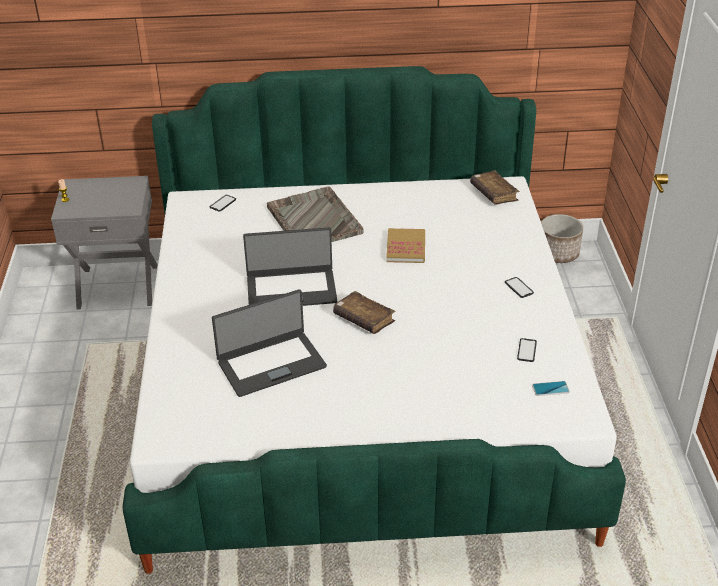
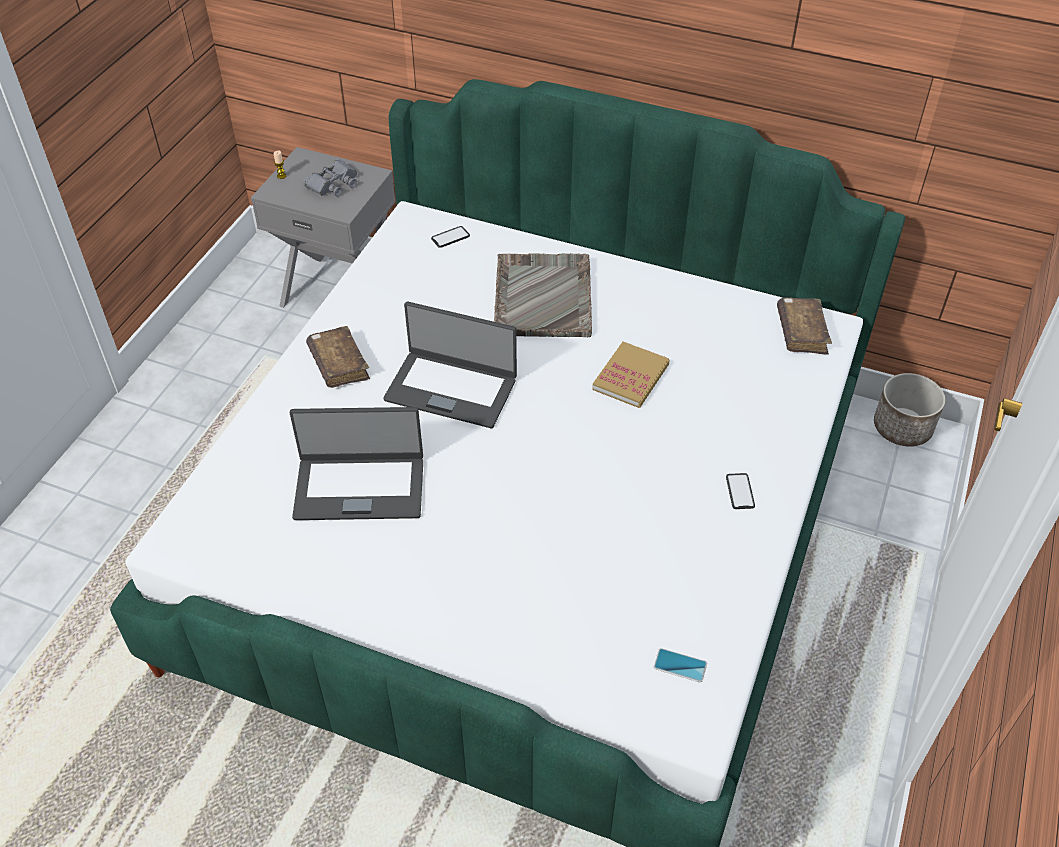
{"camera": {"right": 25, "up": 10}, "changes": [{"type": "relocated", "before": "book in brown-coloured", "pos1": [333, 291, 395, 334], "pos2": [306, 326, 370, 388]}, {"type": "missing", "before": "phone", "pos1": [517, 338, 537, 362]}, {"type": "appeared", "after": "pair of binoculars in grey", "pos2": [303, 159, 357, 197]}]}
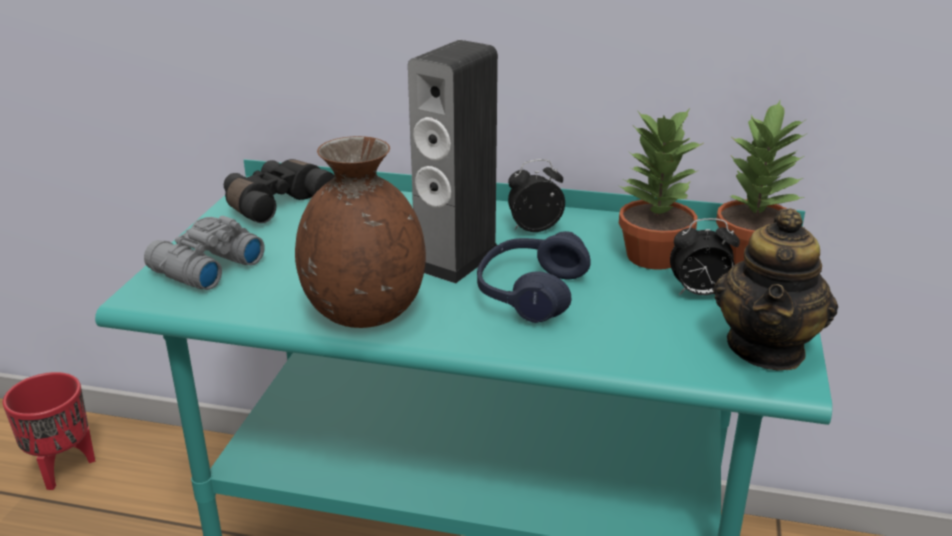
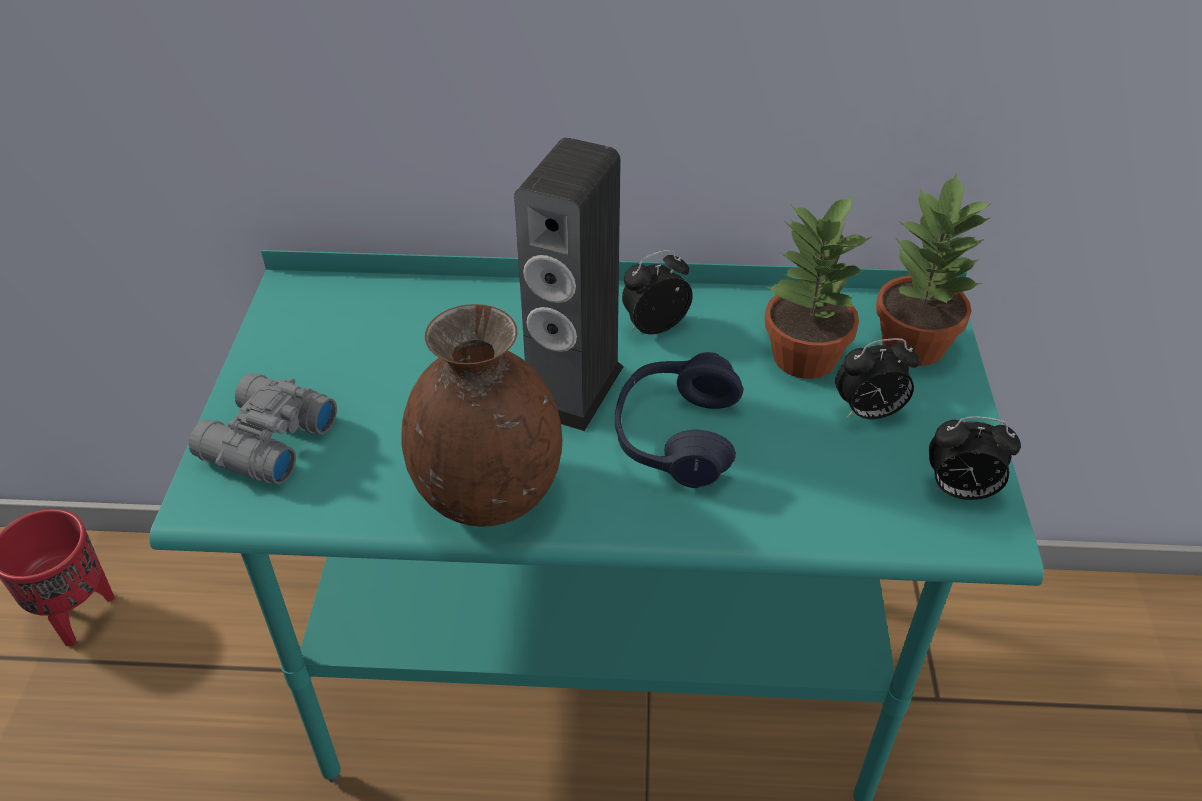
{"camera": {"right": -10, "up": 15}, "changes": [{"type": "missing", "before": "pair of binoculars in black", "pos1": [224, 159, 334, 224]}, {"type": "exchanged", "before": "pot for tea", "after": "alarm clock", "pos1": [714, 208, 838, 370], "pos2": [929, 416, 1021, 500]}]}
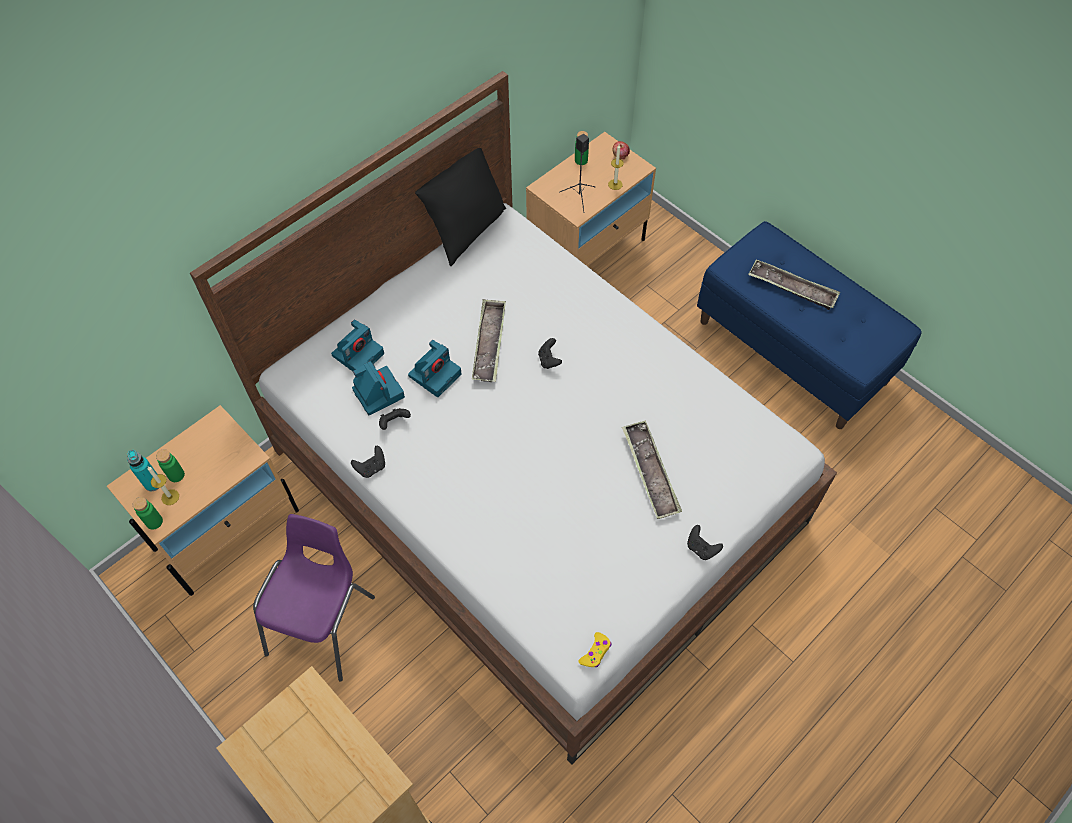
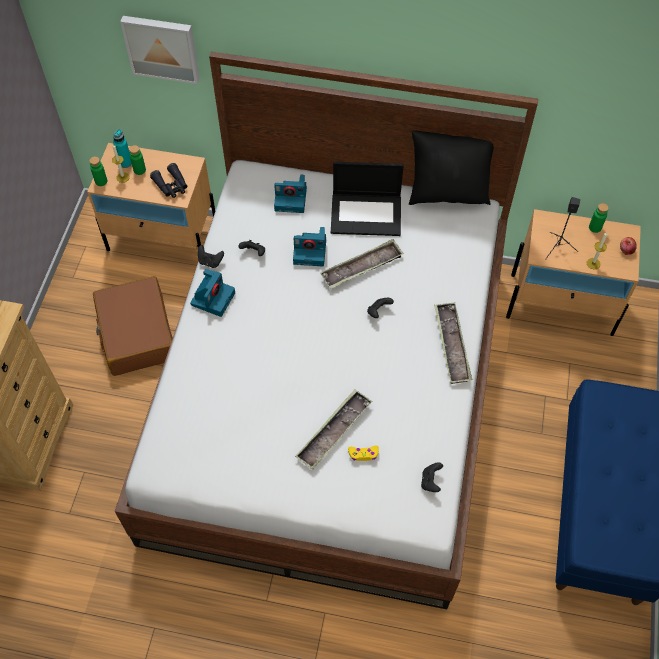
{"camera": {"right": 55, "up": 0}, "changes": [{"type": "exchanged", "before": "plain chair in purple", "after": "piece of luggage in brown-coloured", "pos1": [253, 514, 375, 681], "pos2": [93, 277, 173, 376]}, {"type": "relocated", "before": "photo camera", "pos1": [352, 361, 405, 415], "pos2": [190, 269, 235, 317]}, {"type": "relocated", "before": "gamepad in yellow-coloured", "pos1": [578, 632, 612, 667], "pos2": [348, 445, 379, 461]}, {"type": "relocated", "before": "gamepad in black", "pos1": [687, 525, 723, 560], "pos2": [421, 462, 443, 492]}, {"type": "relocated", "before": "serving tray", "pos1": [748, 259, 840, 310], "pos2": [434, 302, 472, 384]}, {"type": "appeared", "after": "wall art", "pos2": [120, 16, 200, 84]}, {"type": "appeared", "after": "pair of binoculars in black", "pos2": [150, 163, 187, 198]}, {"type": "appeared", "after": "notebook computer", "pos2": [331, 162, 404, 236]}]}
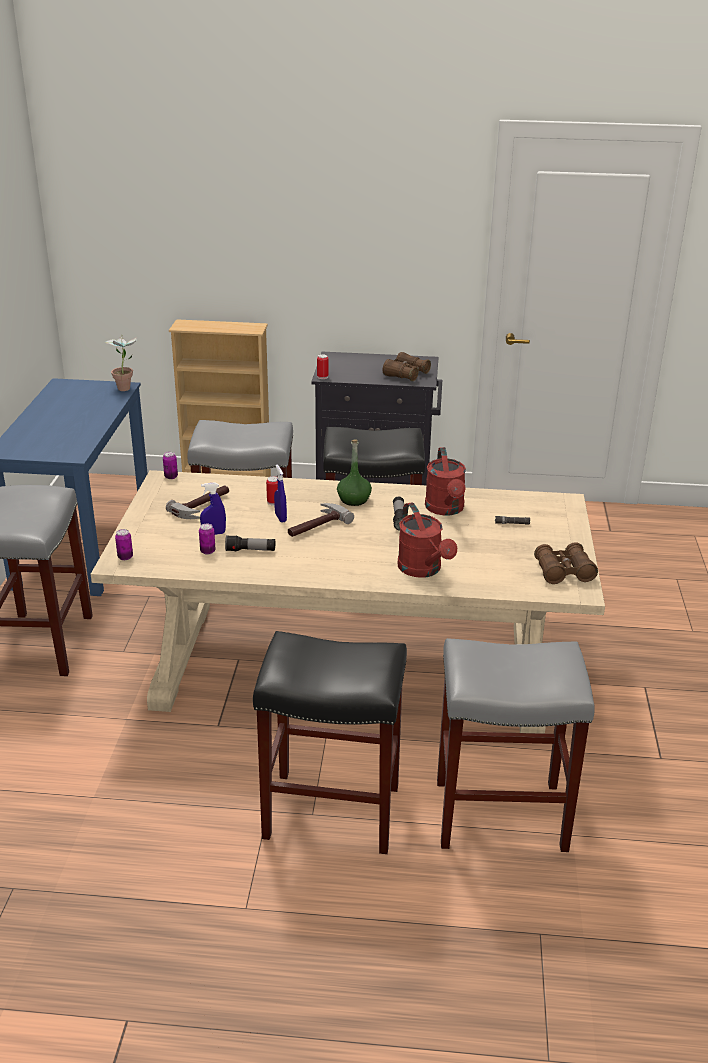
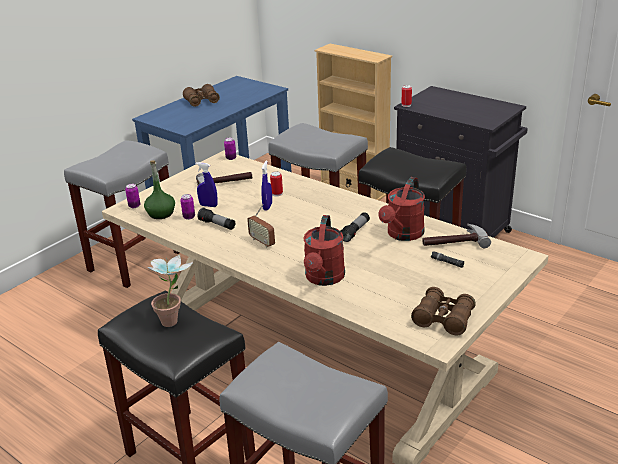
{"camera": {"right": 35, "up": 0}, "changes": [{"type": "relocated", "before": "potted plant", "pos1": [105, 334, 137, 391], "pos2": [147, 254, 193, 327]}, {"type": "relocated", "before": "hammer", "pos1": [288, 503, 354, 537], "pos2": [422, 224, 491, 248]}, {"type": "relocated", "before": "drink bottle in green", "pos1": [337, 439, 372, 506], "pos2": [144, 160, 175, 219]}, {"type": "relocated", "before": "pair of binoculars in brown-coloured", "pos1": [382, 352, 431, 381], "pos2": [183, 84, 220, 107]}, {"type": "appeared", "after": "radio receiver", "pos2": [247, 204, 275, 248]}]}
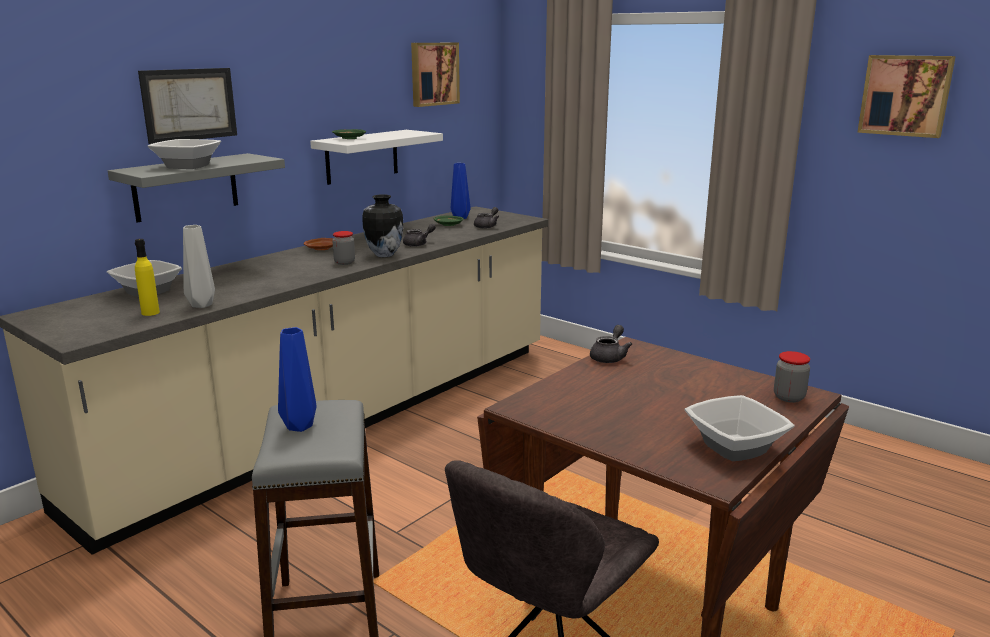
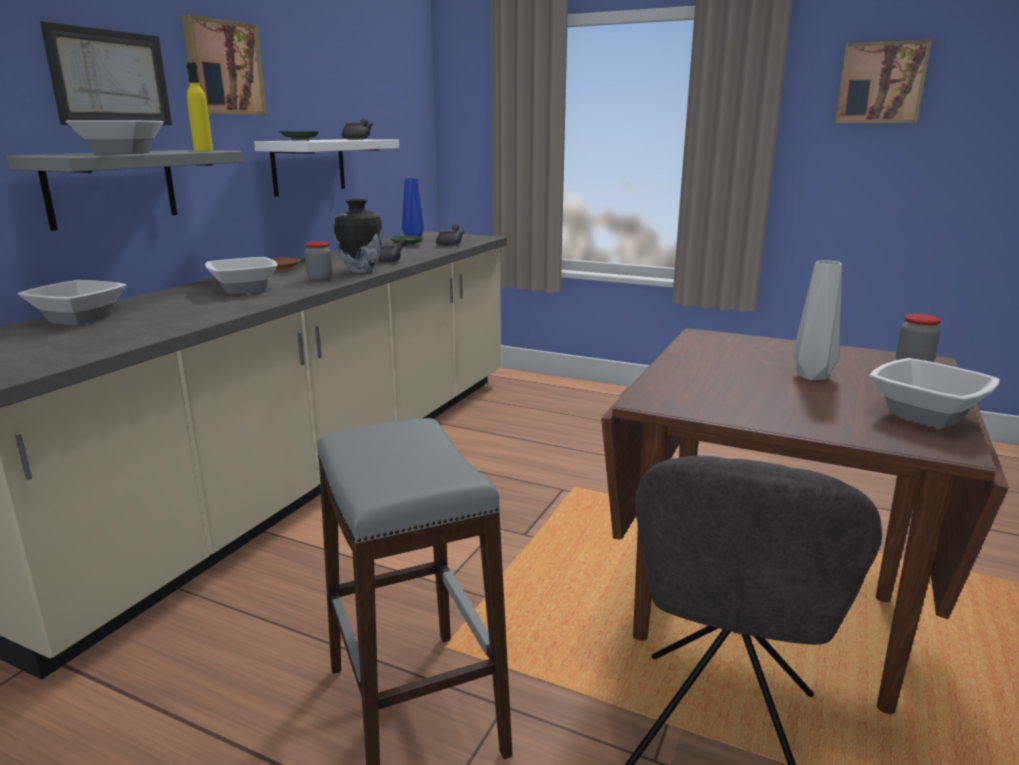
{"camera": {"right": -15, "up": 0}, "changes": [{"type": "relocated", "before": "drink bottle in yellow-coloured", "pos1": [135, 239, 160, 316], "pos2": [187, 63, 213, 151]}, {"type": "relocated", "before": "vase in grey", "pos1": [183, 225, 215, 308], "pos2": [793, 260, 842, 380]}, {"type": "missing", "before": "vase in blue-coloured", "pos1": [278, 327, 316, 432]}, {"type": "relocated", "before": "wall art", "pos1": [411, 43, 460, 107], "pos2": [182, 14, 267, 115]}, {"type": "relocated", "before": "pot for tea in grey", "pos1": [590, 325, 632, 363], "pos2": [342, 118, 373, 140]}, {"type": "appeared", "after": "bowl", "pos2": [205, 257, 277, 294]}]}
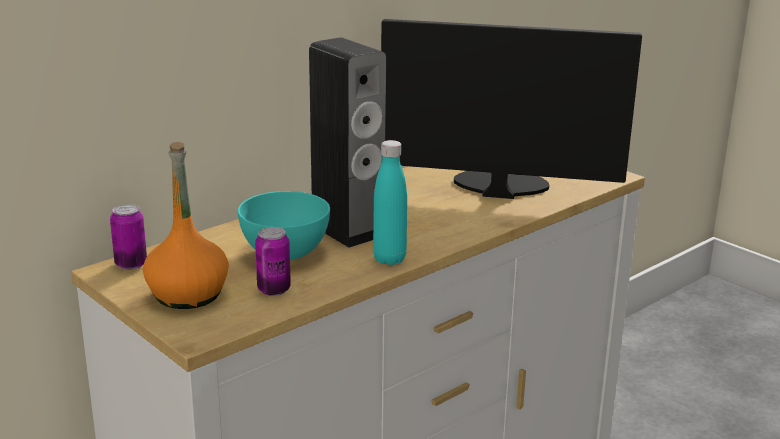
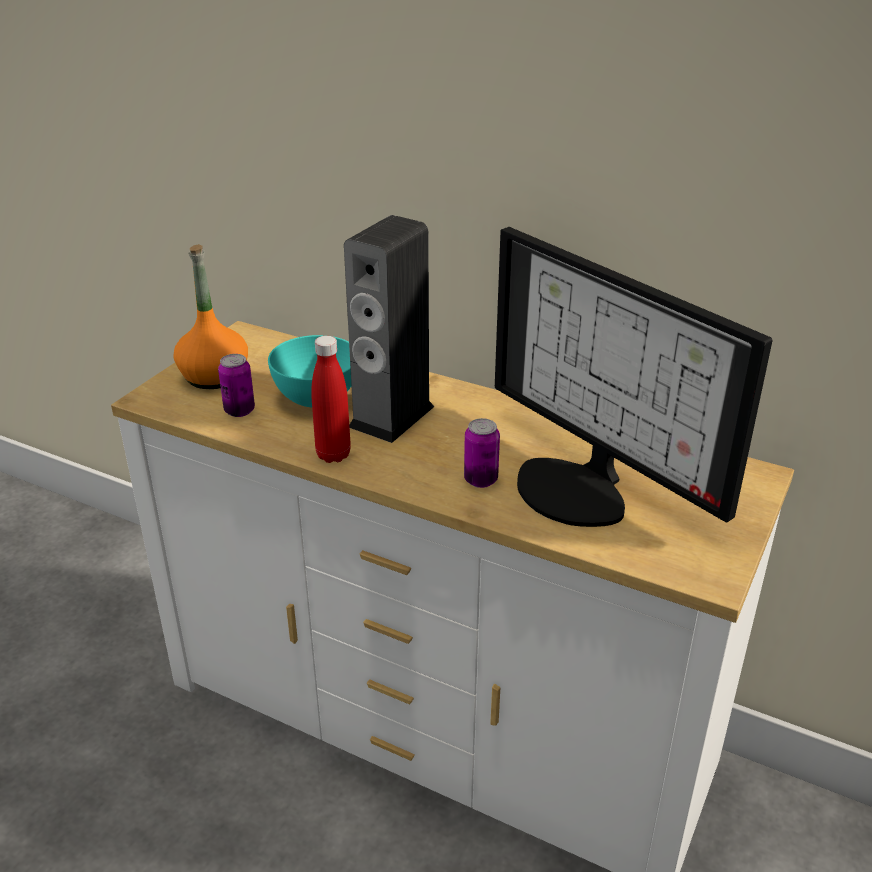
{"camera": {"right": 70, "up": 10}, "changes": [{"type": "relocated", "before": "sealed can", "pos1": [110, 204, 147, 270], "pos2": [464, 418, 500, 488]}, {"type": "colour", "before": "drink bottle in turquoise", "after": "drink bottle in reddish", "pos1": [373, 140, 407, 265], "pos2": [311, 336, 351, 463]}, {"type": "spun", "before": "computer display", "pos1": [381, 19, 642, 199], "pos2": [495, 227, 772, 527], "turn": 150}]}
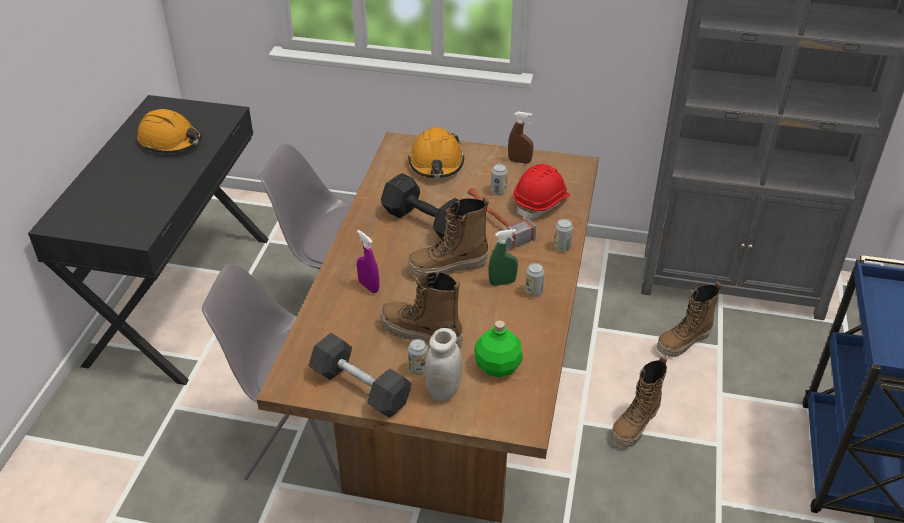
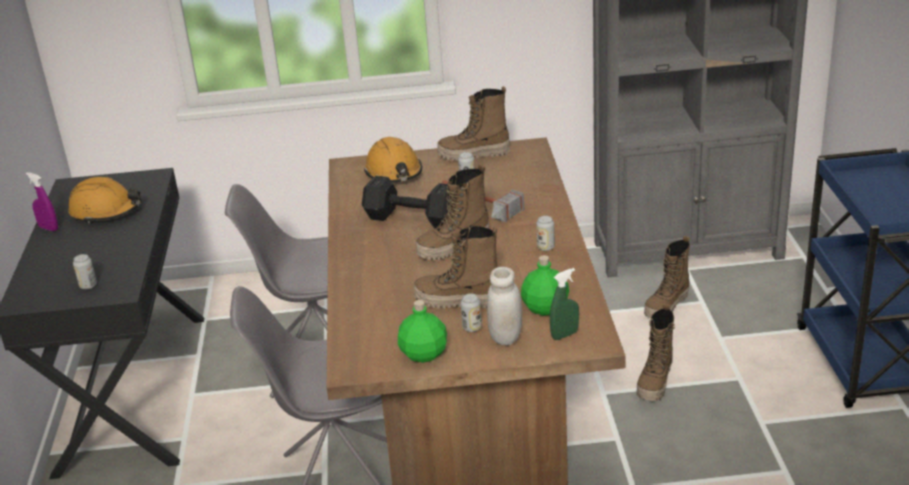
{"camera": {"right": -15, "up": -10}, "changes": [{"type": "exchanged", "before": "dumbbell in grey", "after": "drink bottle in green", "pos1": [308, 333, 412, 418], "pos2": [398, 300, 447, 363]}, {"type": "relocated", "before": "sprayer in purple", "pos1": [357, 230, 379, 293], "pos2": [26, 173, 58, 231]}, {"type": "relocated", "before": "sprayer in green", "pos1": [489, 229, 518, 286], "pos2": [550, 268, 579, 340]}, {"type": "exchanged", "before": "sprayer in brown-coloured", "after": "boot", "pos1": [508, 112, 533, 164], "pos2": [437, 86, 510, 161]}, {"type": "missing", "before": "safety helmet in reddish", "pos1": [513, 164, 570, 220]}, {"type": "relocated", "before": "sealed can", "pos1": [554, 219, 573, 251], "pos2": [73, 254, 97, 289]}]}
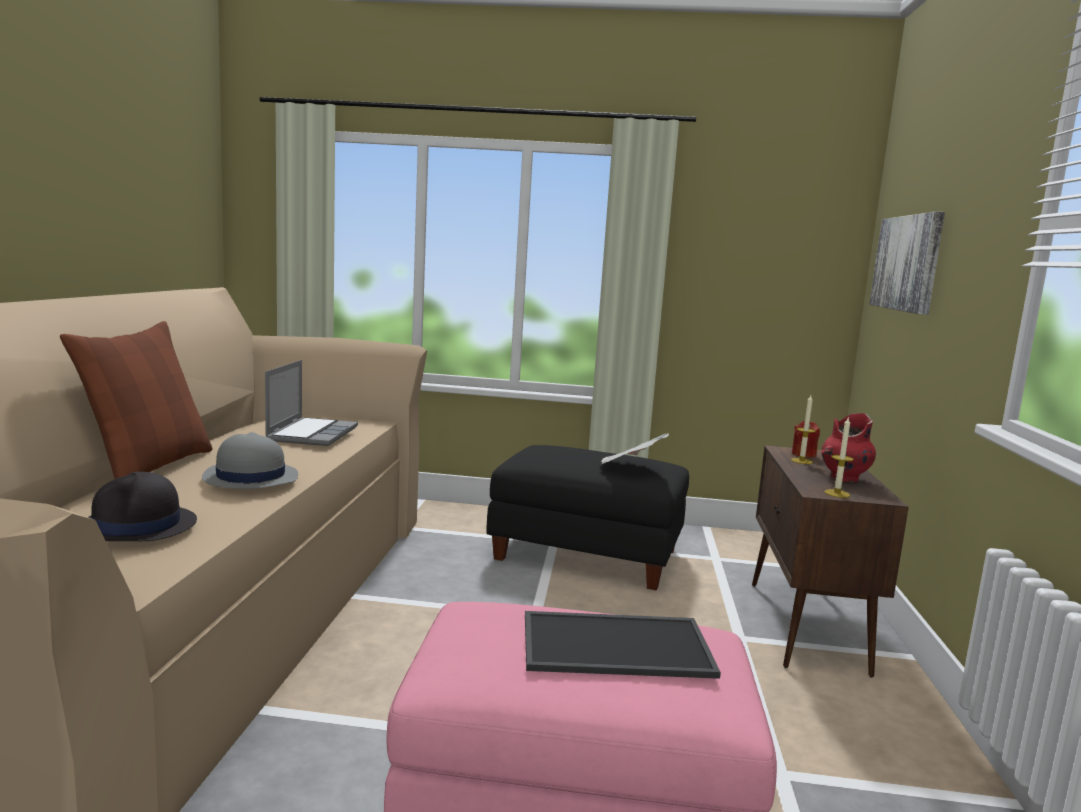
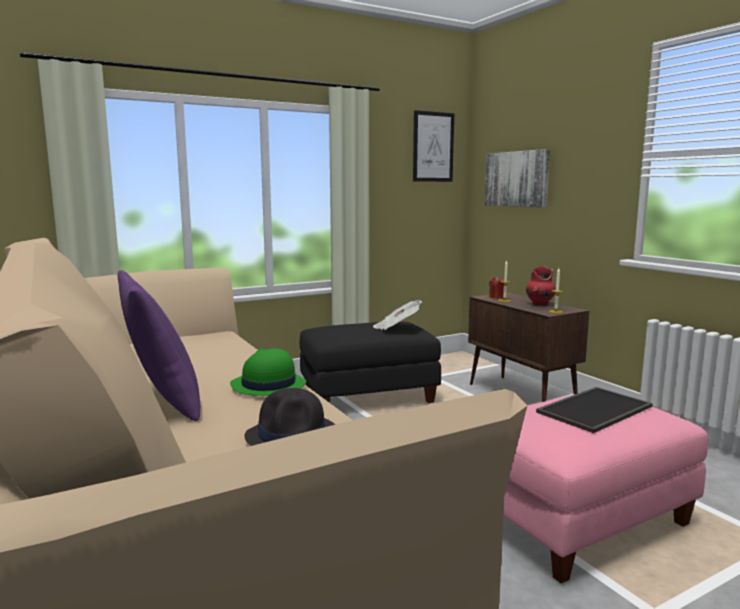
{"camera": {"right": -35, "up": 0}, "changes": [{"type": "colour", "before": "pillow in brown-coloured", "after": "pillow in purple", "pos1": [60, 321, 212, 479], "pos2": [118, 270, 200, 421]}, {"type": "colour", "before": "clothing hat in grey", "after": "clothing hat in green", "pos1": [202, 432, 298, 489], "pos2": [230, 348, 306, 396]}, {"type": "missing", "before": "notebook computer", "pos1": [265, 360, 358, 446]}, {"type": "appeared", "after": "wall art", "pos2": [413, 110, 454, 182]}]}
